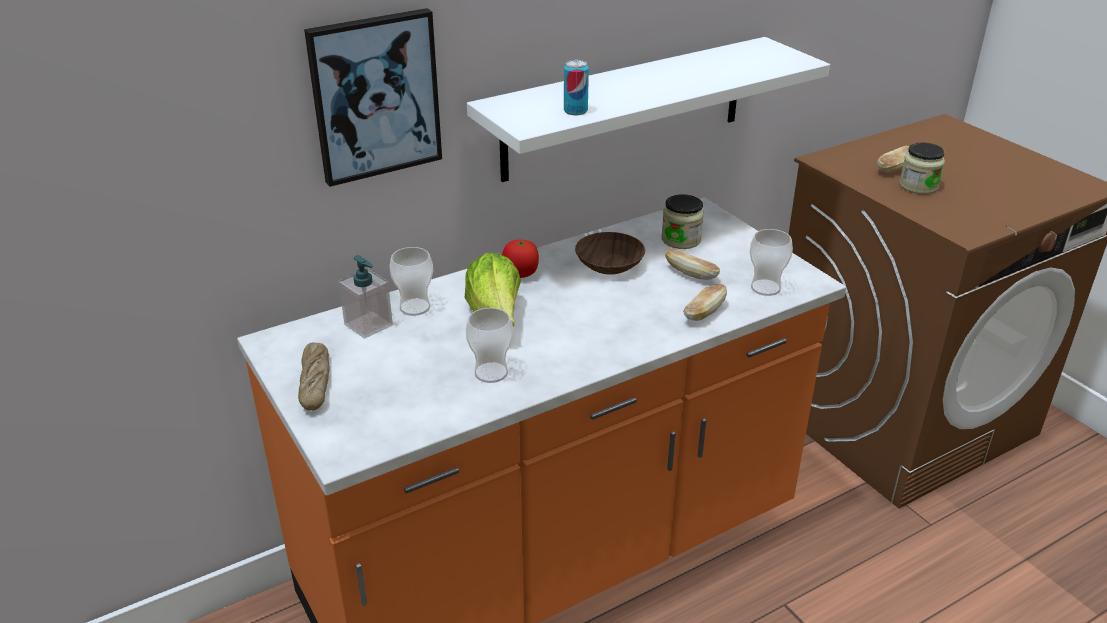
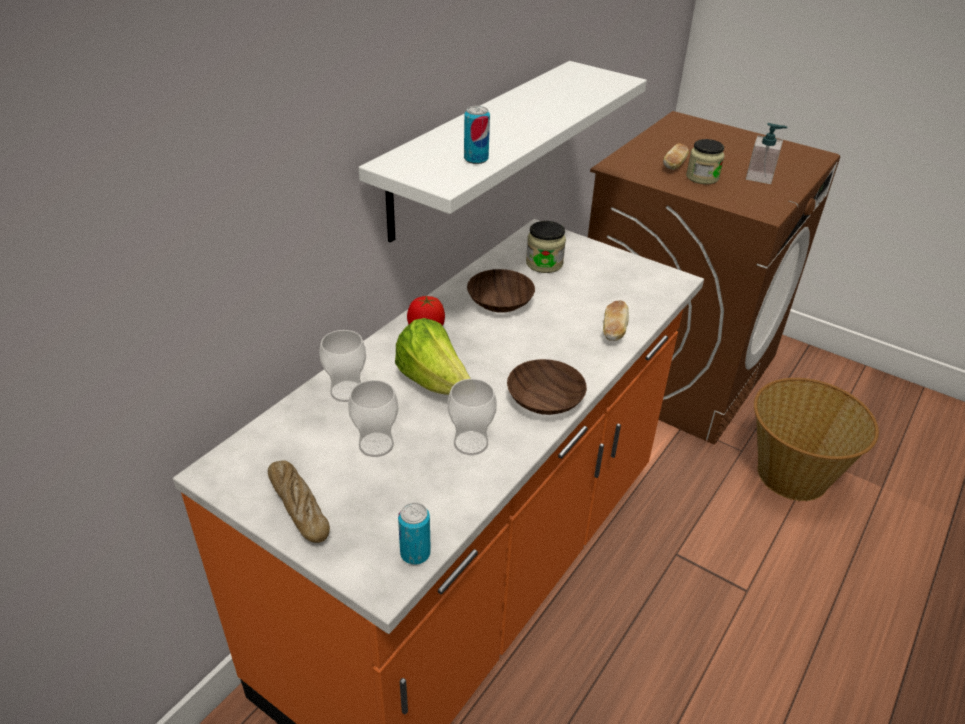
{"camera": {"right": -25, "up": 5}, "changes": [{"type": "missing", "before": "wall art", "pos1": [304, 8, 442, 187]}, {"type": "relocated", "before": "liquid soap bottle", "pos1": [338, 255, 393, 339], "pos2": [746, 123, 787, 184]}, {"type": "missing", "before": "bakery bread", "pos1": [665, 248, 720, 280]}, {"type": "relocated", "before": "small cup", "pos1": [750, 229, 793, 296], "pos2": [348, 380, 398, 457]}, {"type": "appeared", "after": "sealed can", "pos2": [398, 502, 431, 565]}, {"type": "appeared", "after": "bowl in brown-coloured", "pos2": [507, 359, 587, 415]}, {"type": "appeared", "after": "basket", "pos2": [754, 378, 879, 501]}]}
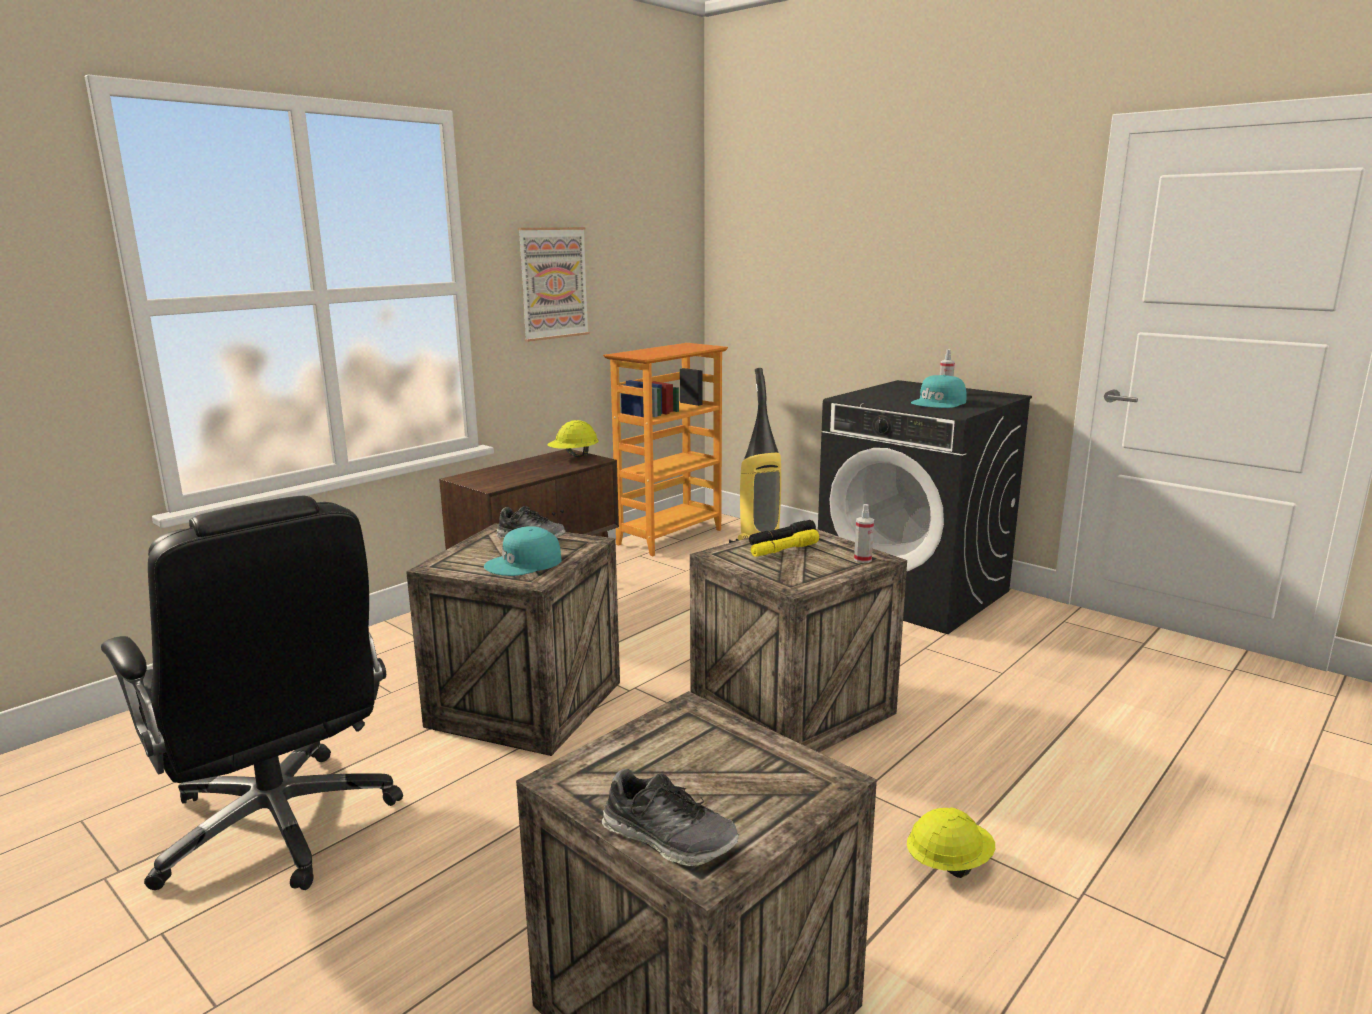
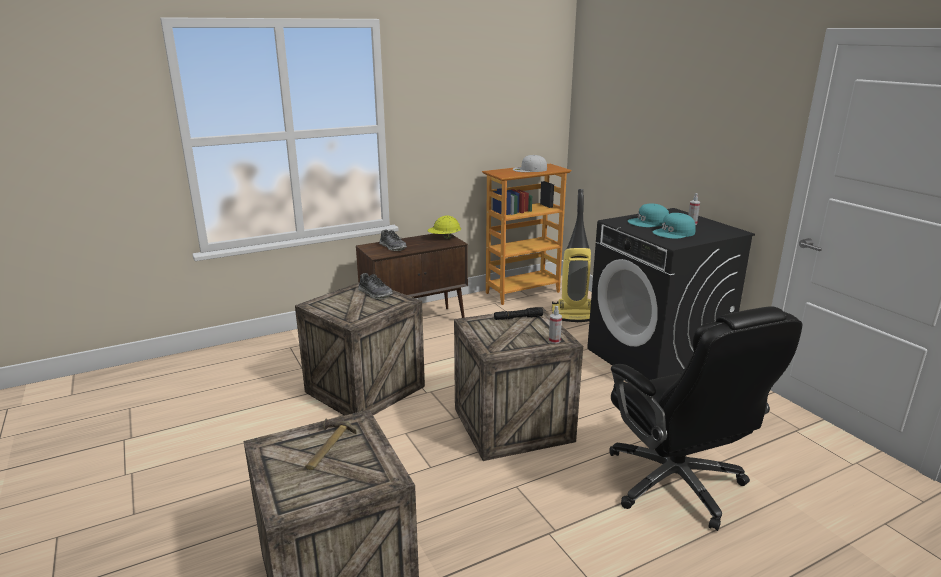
{"camera": {"right": 20, "up": 5}, "changes": [{"type": "relocated", "before": "desk chair in black", "pos1": [101, 496, 403, 890], "pos2": [609, 306, 802, 531]}, {"type": "relocated", "before": "peaked cap in turquoise", "pos1": [484, 526, 562, 576], "pos2": [628, 203, 669, 227]}, {"type": "missing", "before": "wall art", "pos1": [518, 227, 589, 342]}, {"type": "relocated", "before": "item of footwear", "pos1": [602, 769, 740, 866], "pos2": [379, 230, 407, 251]}, {"type": "missing", "before": "hand torch in yellow-coloured", "pos1": [751, 529, 819, 557]}, {"type": "missing", "before": "safety helmet in yellow-coloured", "pos1": [907, 807, 995, 878]}, {"type": "appeared", "after": "hammer", "pos2": [305, 419, 357, 470]}, {"type": "appeared", "after": "peaked cap in white-coloured", "pos2": [513, 155, 547, 172]}]}
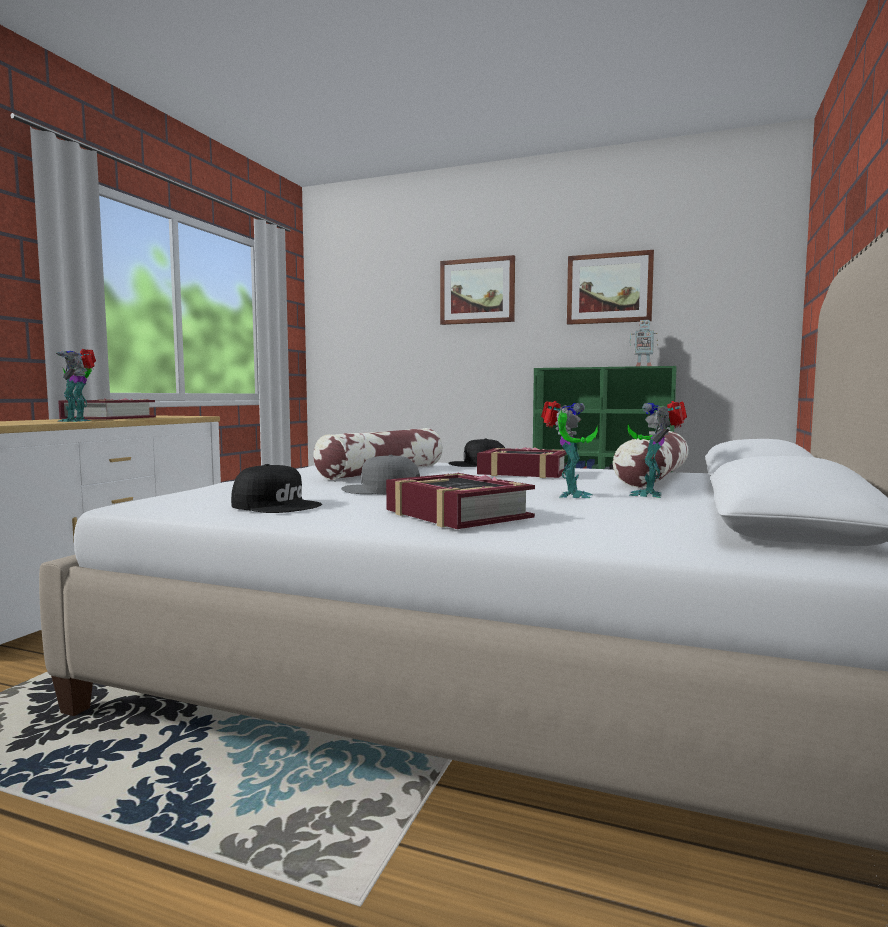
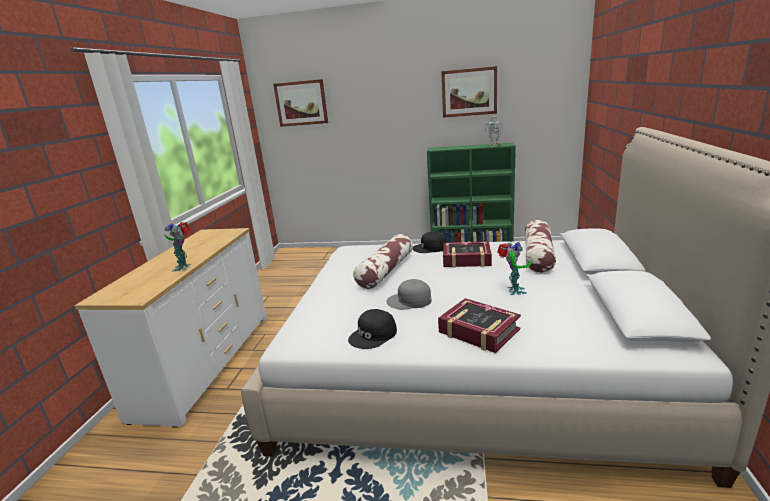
{"camera": {"right": -10, "up": 15}, "changes": [{"type": "missing", "before": "book", "pos1": [58, 398, 156, 420]}, {"type": "spun", "before": "peaked cap in black", "pos1": [231, 464, 322, 513], "pos2": [348, 309, 397, 349], "turn": 120}, {"type": "relocated", "before": "wall art", "pos1": [440, 255, 515, 325], "pos2": [273, 79, 328, 127]}, {"type": "missing", "before": "robot figure", "pos1": [628, 401, 687, 498]}]}
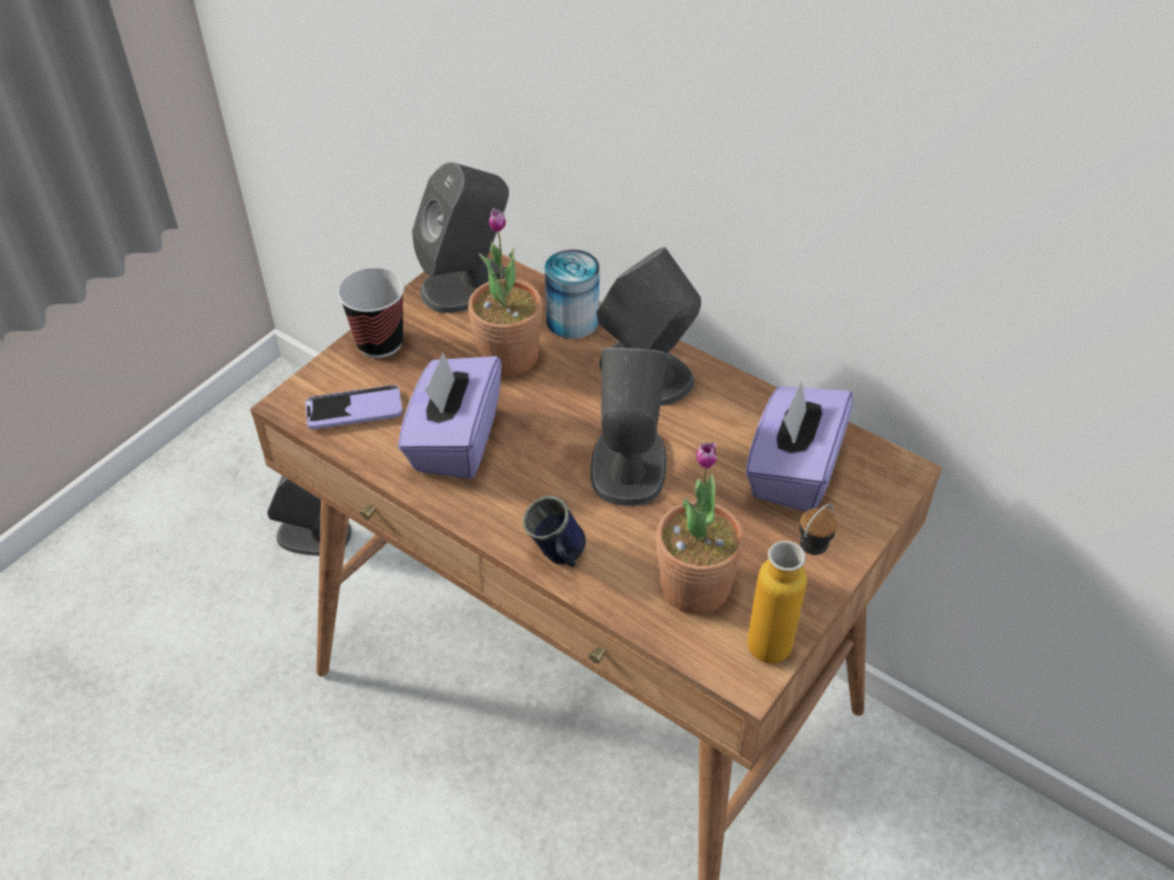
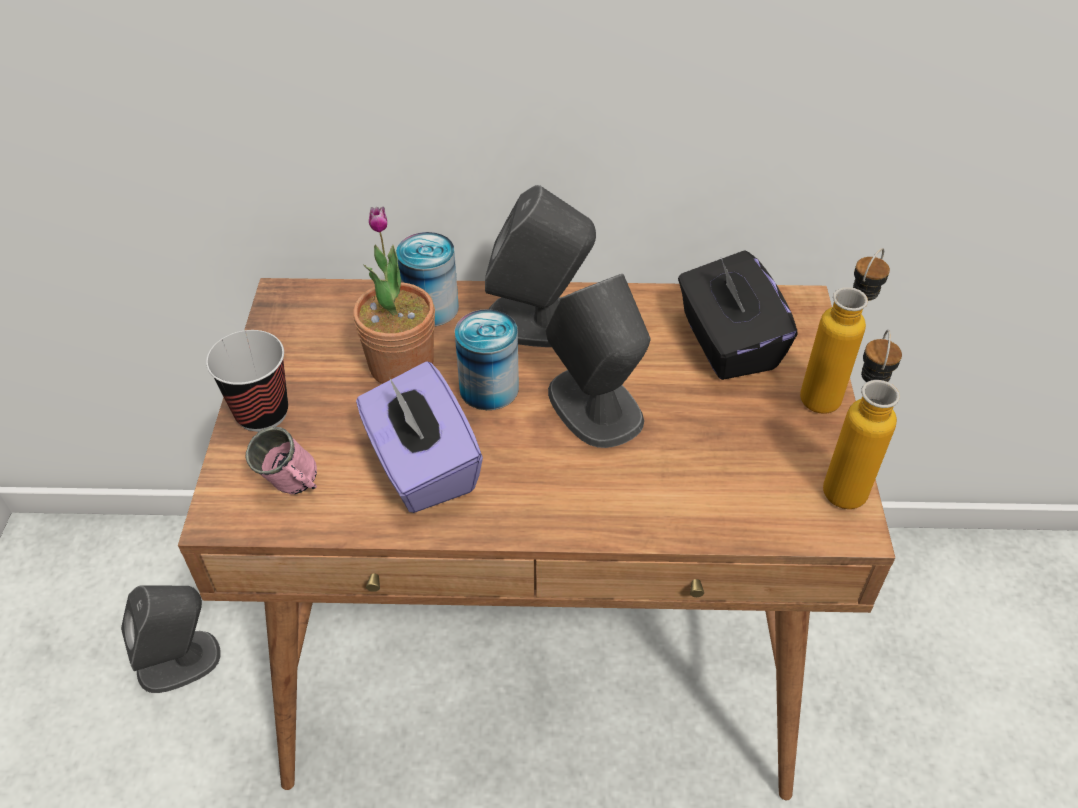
{"camera": {"right": -35, "up": 0}, "changes": [{"type": "exchanged", "before": "phone", "after": "tea mug in pinkish", "pos1": [305, 385, 403, 429], "pos2": [246, 427, 317, 494]}, {"type": "missing", "before": "speaker in grey", "pos1": [412, 162, 509, 313]}, {"type": "missing", "before": "tea mug in blue-coloured", "pos1": [523, 496, 586, 567]}, {"type": "missing", "before": "potted plant", "pos1": [656, 442, 745, 614]}, {"type": "colour", "before": "box of tissues in purple", "after": "box of tissues in black", "pos1": [746, 381, 853, 512], "pos2": [678, 250, 798, 380]}, {"type": "appeared", "after": "sealed can", "pos2": [455, 309, 519, 410]}, {"type": "appeared", "after": "drink bottle", "pos2": [800, 248, 890, 414]}]}
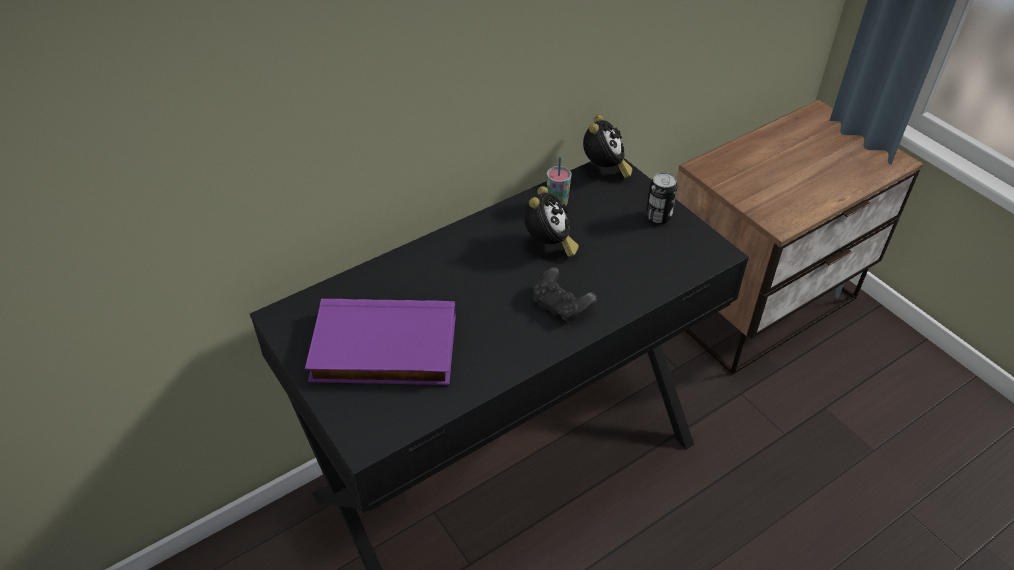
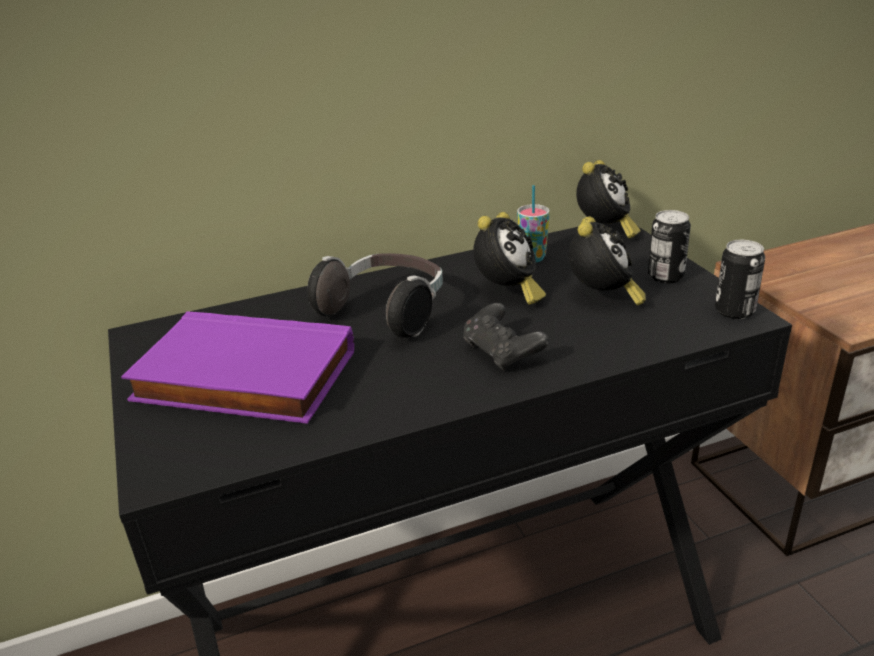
{"camera": {"right": 15, "up": -15}, "changes": [{"type": "appeared", "after": "pair of headphones", "pos2": [307, 253, 443, 338]}, {"type": "appeared", "after": "alarm clock", "pos2": [569, 216, 646, 306]}, {"type": "appeared", "after": "sealed can", "pos2": [715, 240, 765, 319]}]}
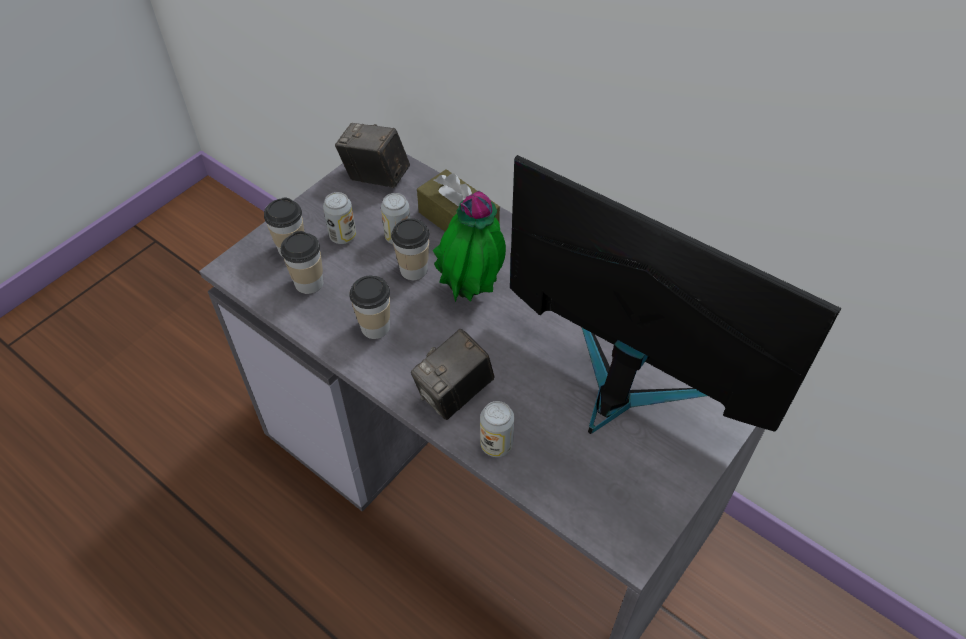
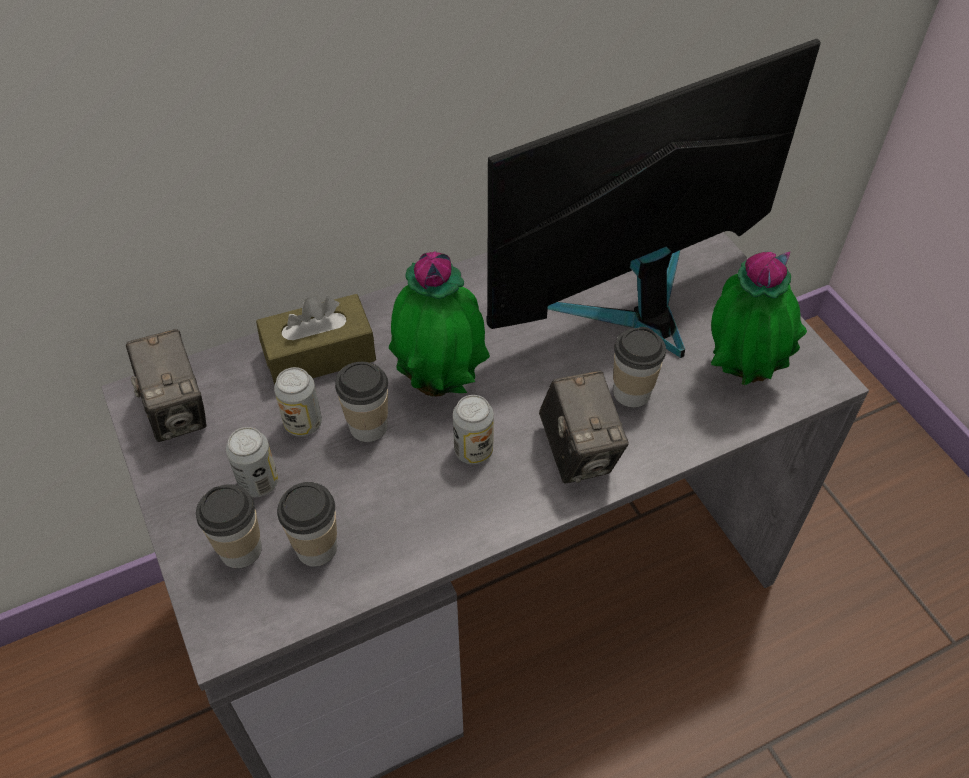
{"camera": {"right": -65, "up": 0}, "changes": [{"type": "spun", "before": "photo camera", "pos1": [335, 123, 410, 188], "pos2": [126, 329, 206, 442], "turn": -75}, {"type": "relocated", "before": "small cup", "pos1": [349, 275, 390, 339], "pos2": [613, 327, 666, 408]}, {"type": "relocated", "before": "sealed can", "pos1": [480, 401, 514, 457], "pos2": [453, 395, 494, 465]}, {"type": "appeared", "after": "potted plant", "pos2": [711, 251, 807, 385]}]}
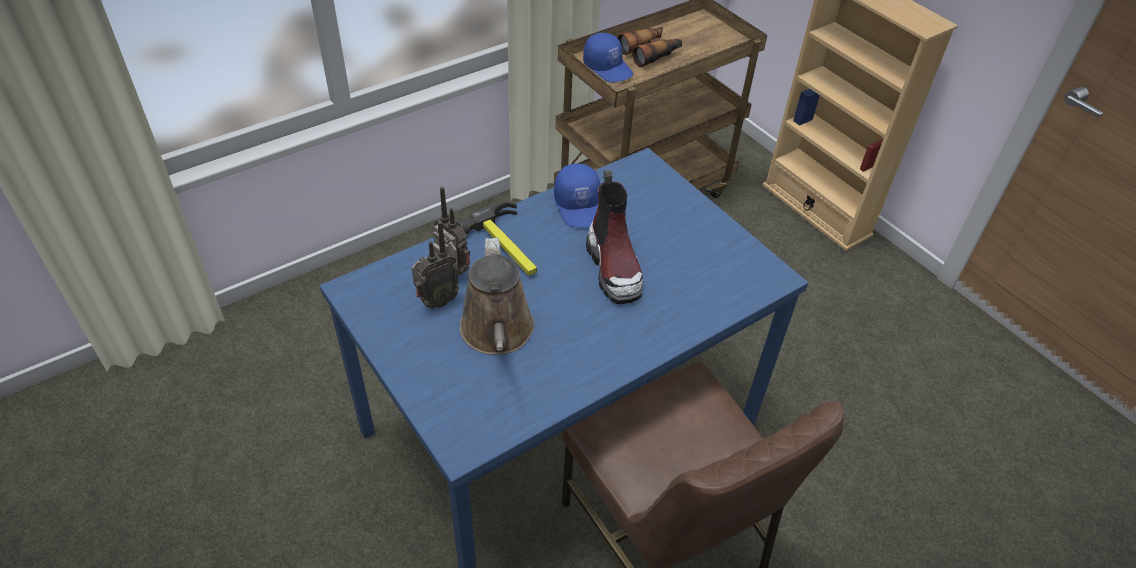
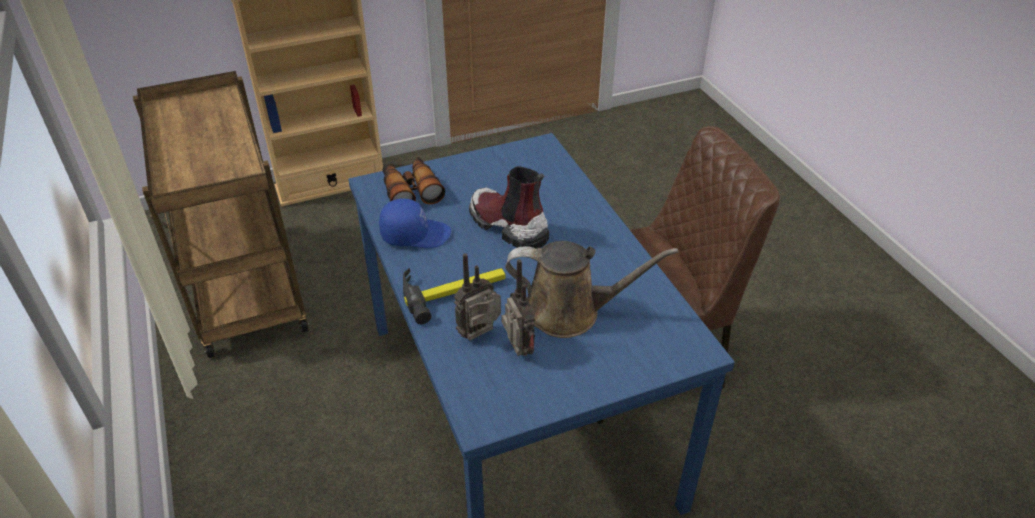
{"camera": {"right": -75, "up": -5}, "changes": [{"type": "missing", "before": "peaked cap in blue-coloured", "pos1": [583, 33, 633, 82]}, {"type": "spun", "before": "boot", "pos1": [586, 170, 643, 304], "pos2": [469, 167, 549, 249], "turn": -135}, {"type": "relocated", "before": "pair of binoculars", "pos1": [617, 27, 682, 67], "pos2": [383, 157, 445, 204]}]}
